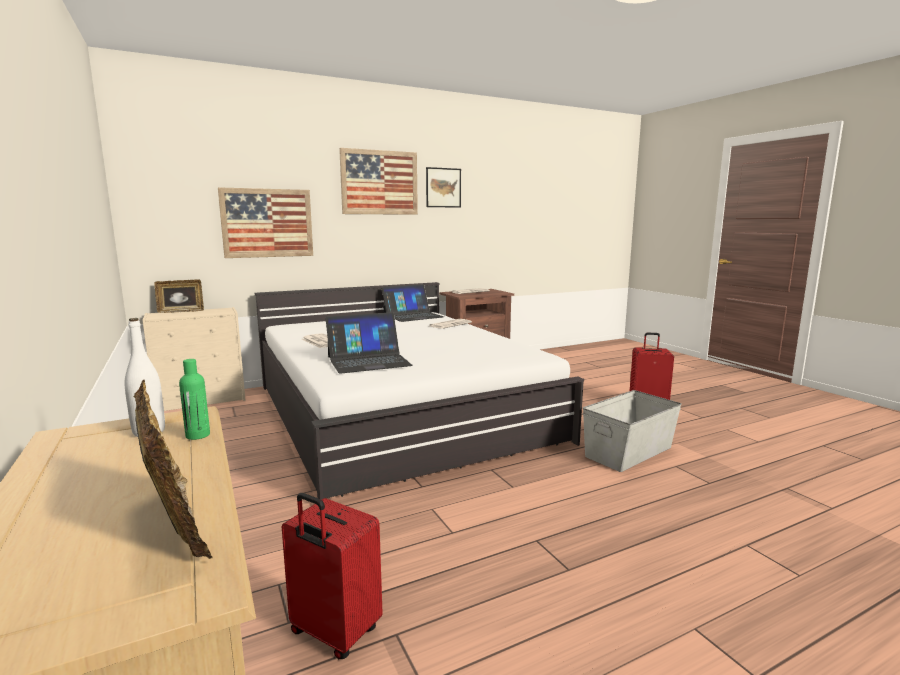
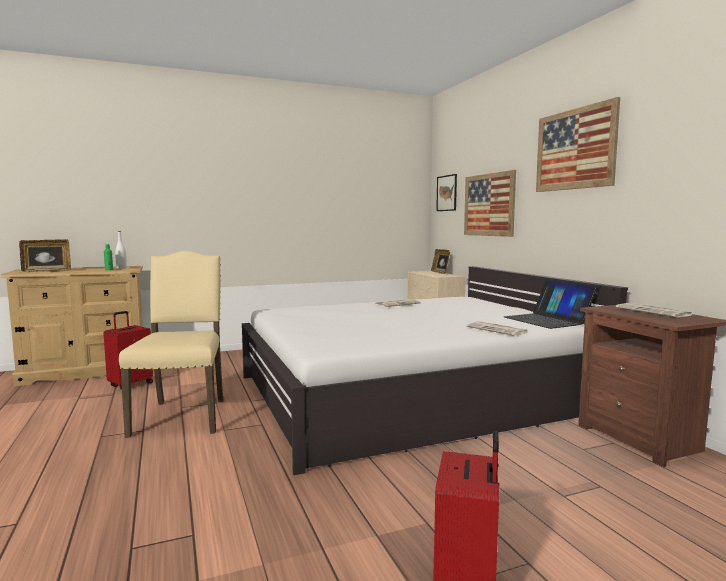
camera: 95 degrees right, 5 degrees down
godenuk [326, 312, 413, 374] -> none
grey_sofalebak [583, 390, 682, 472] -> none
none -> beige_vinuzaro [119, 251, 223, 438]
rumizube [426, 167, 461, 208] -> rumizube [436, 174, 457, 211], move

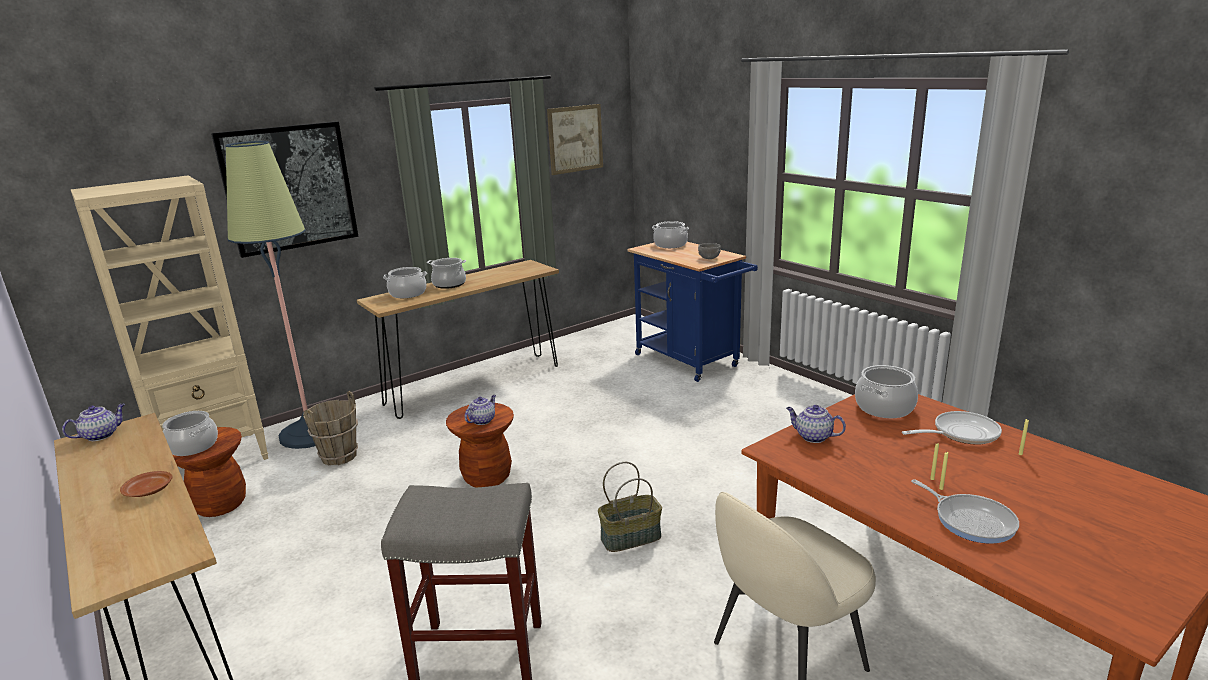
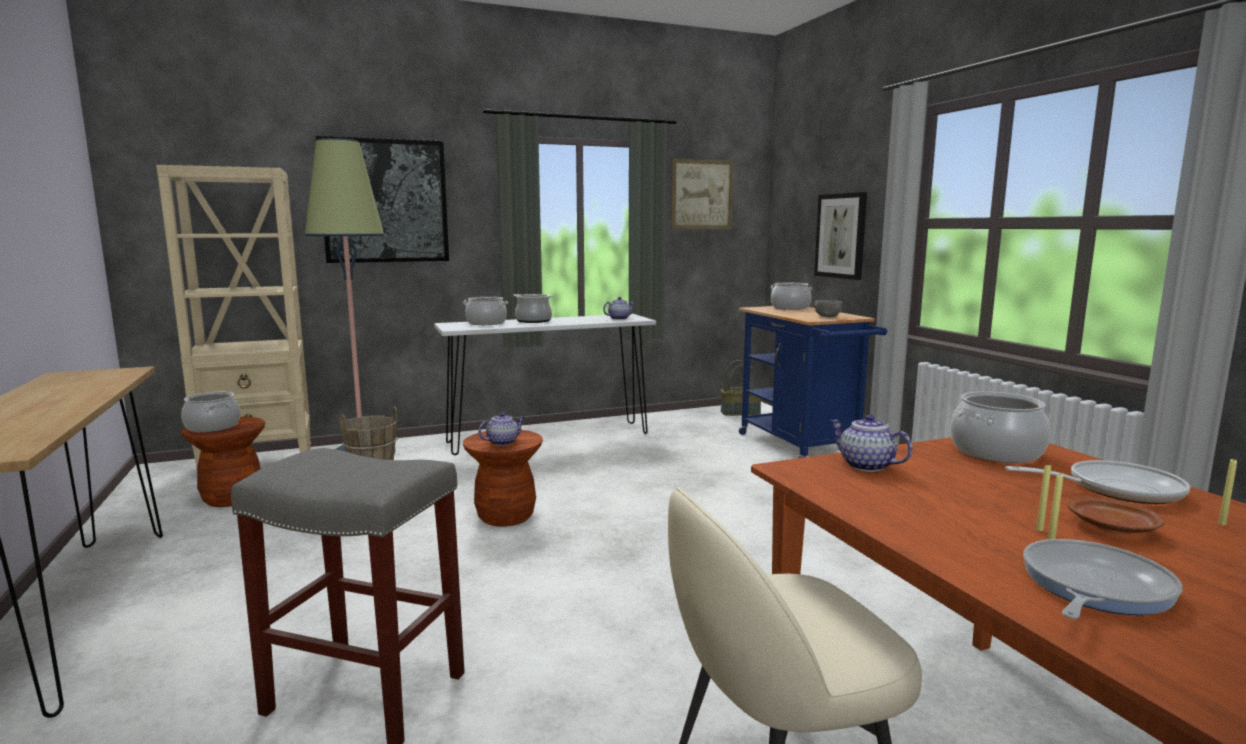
camera: 15 degrees right, 10 degrees down
none -> rumizube [814, 192, 867, 280]
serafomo [62, 404, 125, 441] -> serafomo [603, 297, 634, 320], move
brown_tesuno [120, 471, 173, 497] -> brown_tesuno [1068, 497, 1164, 534], move
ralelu [598, 462, 662, 552] -> ralelu [720, 360, 761, 416], move
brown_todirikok [357, 260, 559, 419] -> white_todirikok [434, 314, 656, 455]
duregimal [911, 479, 1019, 544] -> duregimal [1023, 539, 1182, 619], 120 degrees counterclockwise

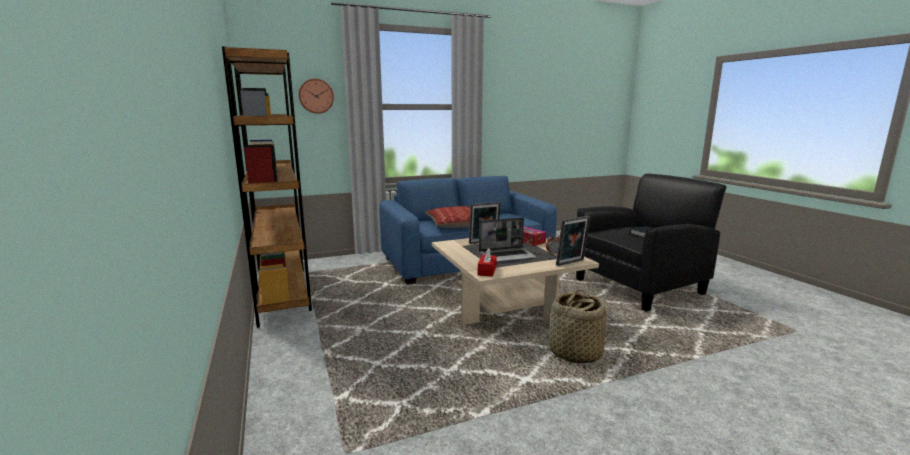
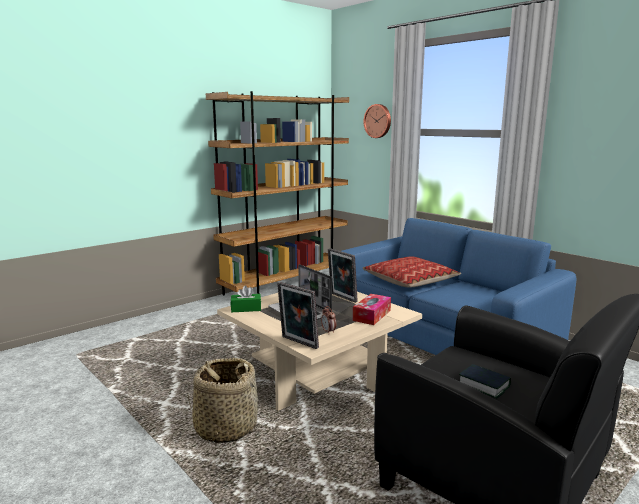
camera: 70 degrees right, 0 degrees up
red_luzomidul [478, 248, 497, 277] -> green_luzomidul [231, 285, 261, 312]

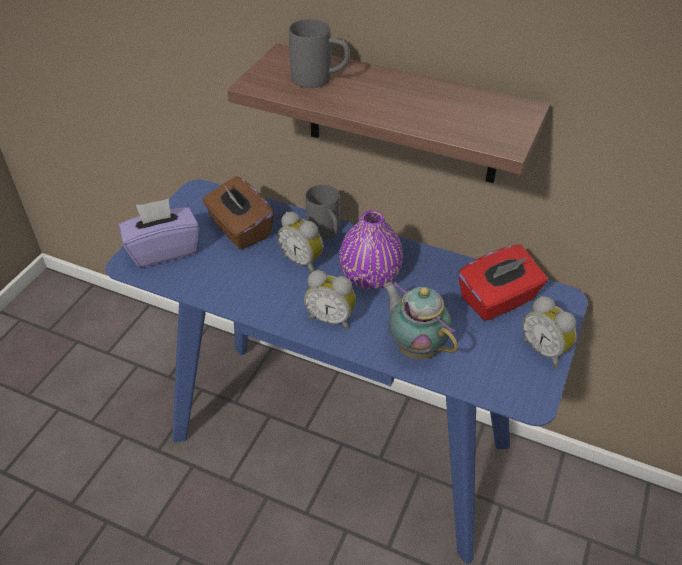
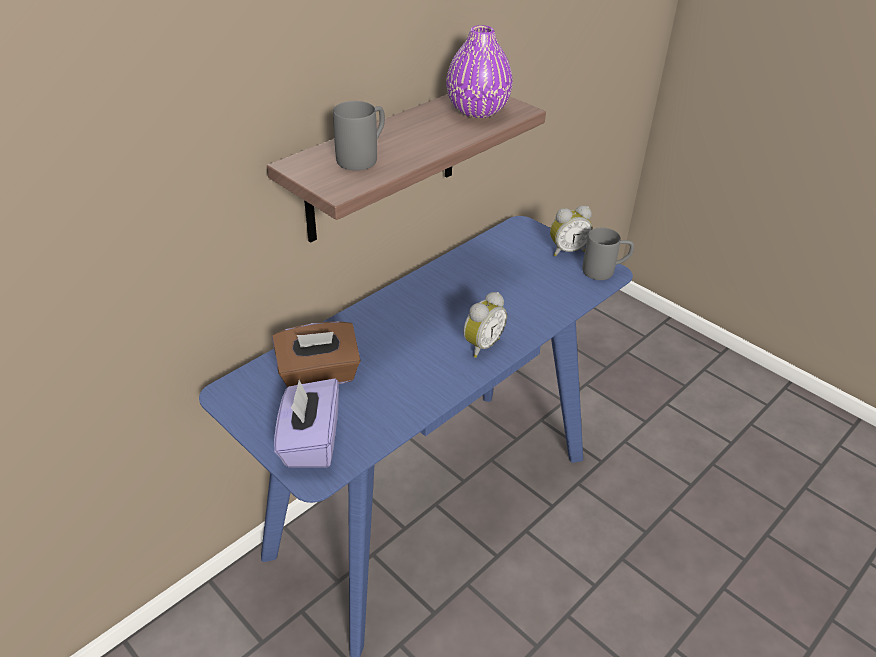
camera: 70 degrees left, 5 degrees down
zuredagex [278, 212, 323, 273] -> none
serafomo [383, 281, 458, 359] -> none
red_luzomidul [458, 245, 548, 321] -> none
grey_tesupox [305, 184, 340, 239] -> grey_tesupox [582, 228, 634, 280], move
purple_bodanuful [339, 210, 403, 289] -> purple_bodanuful [446, 25, 513, 118], move

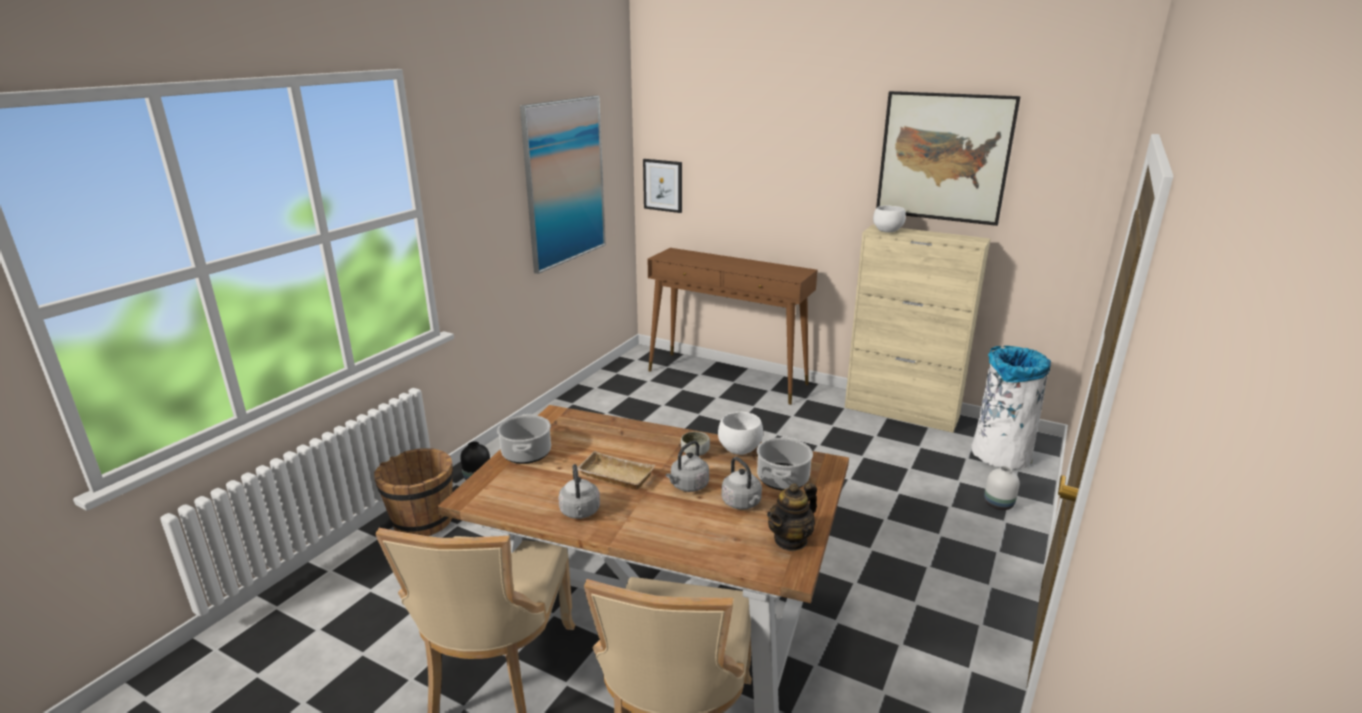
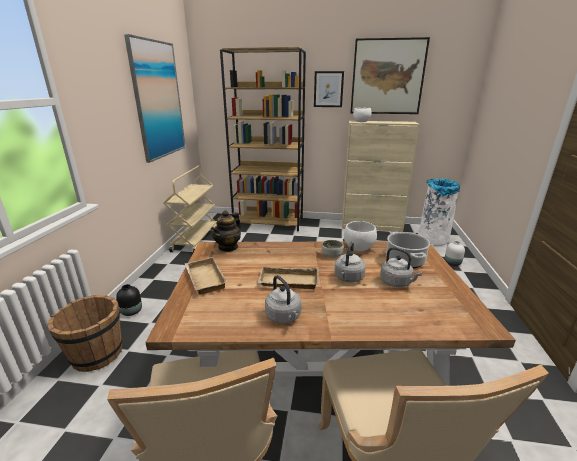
camera: 20 degrees left, 0 degrees up
none -> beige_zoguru [163, 166, 217, 252]
rumizube [643, 159, 682, 213] -> rumizube [314, 71, 344, 107], move
serafomo [767, 483, 817, 551] -> serafomo [211, 210, 241, 252], move
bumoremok [497, 414, 551, 464] -> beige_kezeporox [185, 257, 228, 295]
brown_todirikok [648, 248, 817, 405] -> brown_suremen [220, 47, 306, 231]

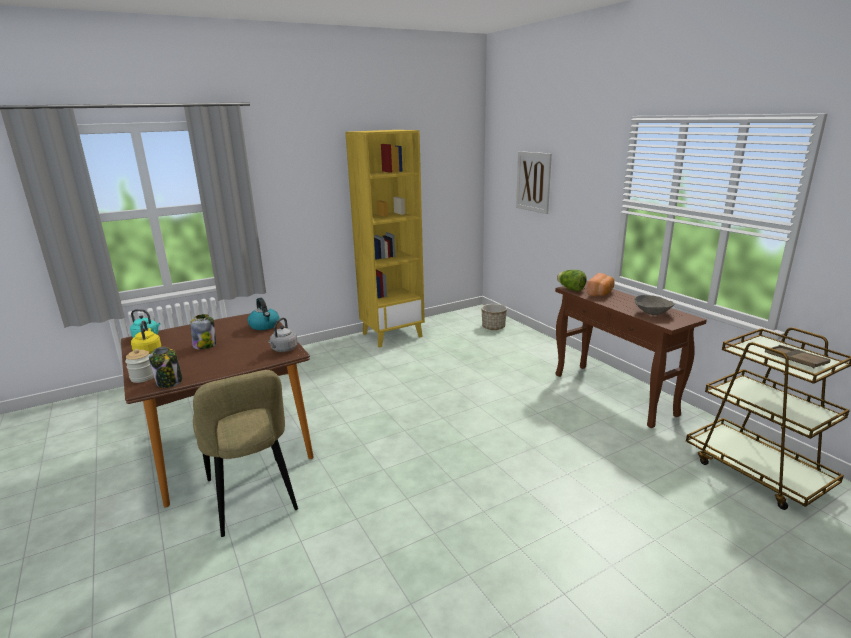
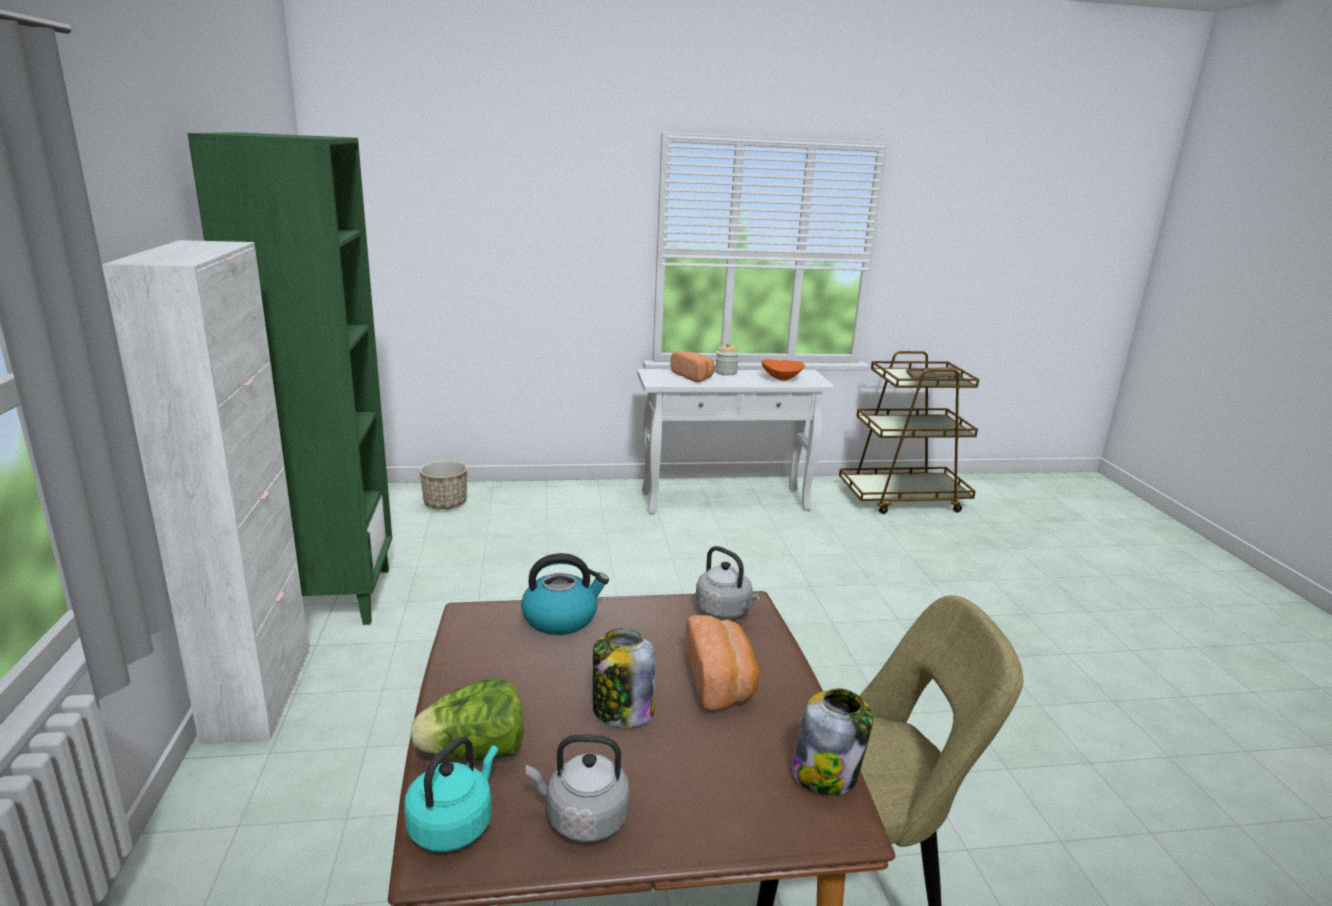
camera: 70 degrees left, 0 degrees up
rumizube [516, 151, 552, 214] -> none
none -> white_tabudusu [102, 240, 309, 744]
none -> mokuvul [685, 615, 759, 711]
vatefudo [125, 349, 154, 383] -> vatefudo [715, 343, 739, 375], move
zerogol [557, 270, 587, 292] -> zerogol [411, 678, 524, 761], move
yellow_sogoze [131, 320, 161, 354] -> grey_sogoze [526, 734, 630, 842]
yellow_suremen [345, 130, 425, 348] -> green_suremen [187, 132, 392, 625]
brown_todirikok [555, 281, 707, 428] -> white_todirikok [637, 369, 835, 515]
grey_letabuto [634, 295, 675, 315] -> orange_letabuto [761, 359, 805, 381]

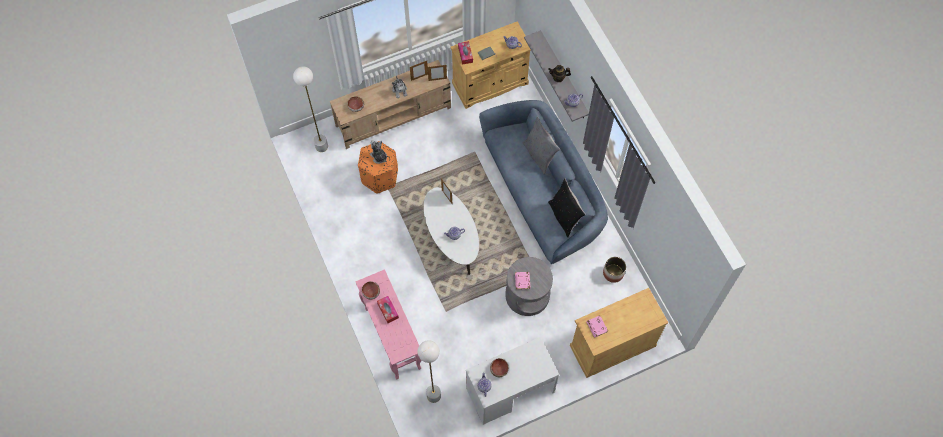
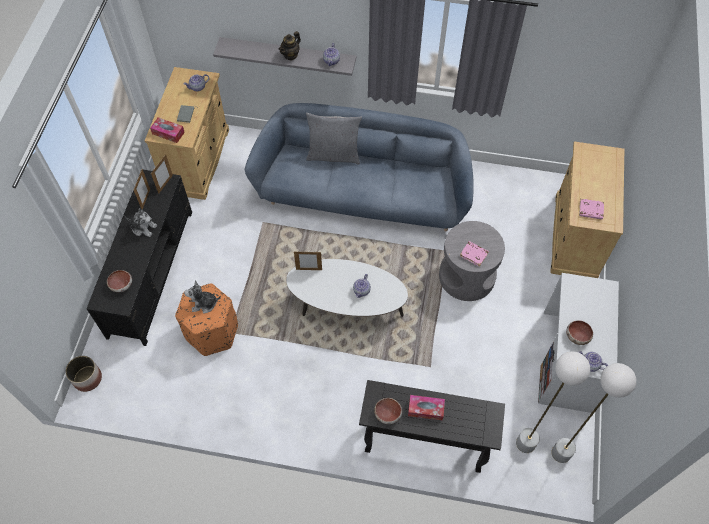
camera: 55 degrees left, 5 degrees down
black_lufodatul [548, 179, 586, 238] -> none
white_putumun [293, 66, 328, 152] -> white_putumun [551, 363, 636, 463], move
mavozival [603, 257, 626, 283] -> mavozival [65, 356, 102, 392], move
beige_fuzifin [330, 60, 451, 149] -> black_fuzifin [86, 170, 192, 346]
pink_todirikok [355, 269, 421, 380] -> black_todirikok [359, 380, 505, 473]

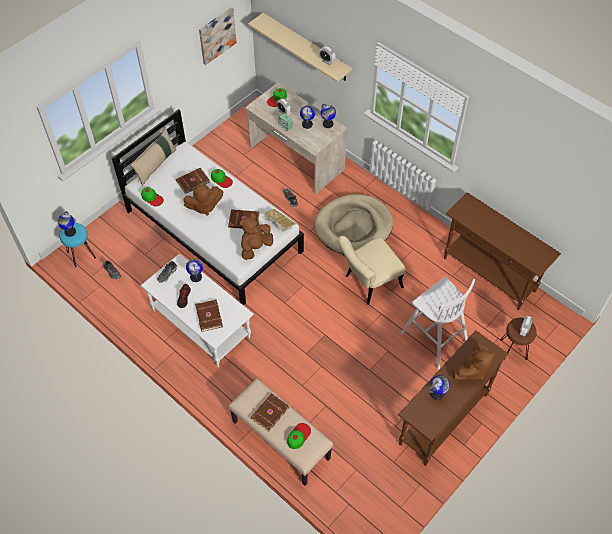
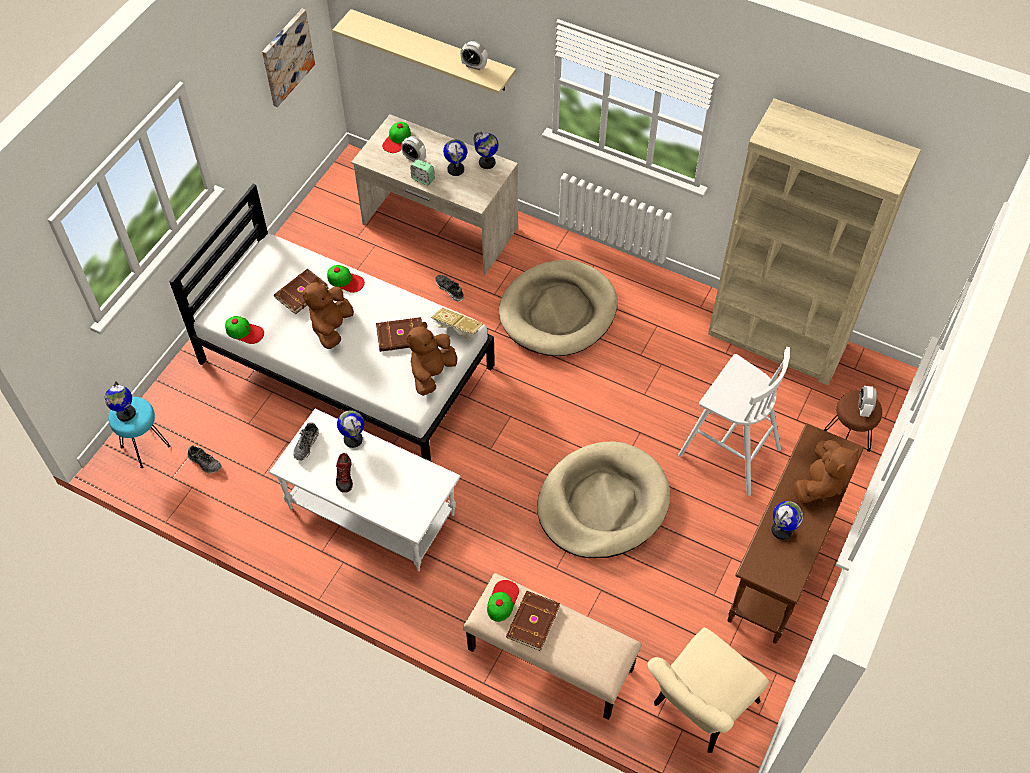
camera: 15 degrees left, 0 degrees up
beige_lufodatul [130, 128, 176, 186] -> none
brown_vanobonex [195, 300, 223, 332] -> none
none -> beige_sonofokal [537, 441, 670, 558]
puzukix [287, 423, 311, 449] -> puzukix [487, 580, 519, 622], move
beige_vinuzaro [338, 236, 406, 305] -> beige_vinuzaro [647, 628, 769, 753], move
brown_todirikok [444, 192, 561, 310] -> beige_suremen [708, 98, 921, 385]
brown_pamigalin [183, 184, 223, 216] -> brown_pamigalin [303, 278, 354, 349], 135 degrees clockwise

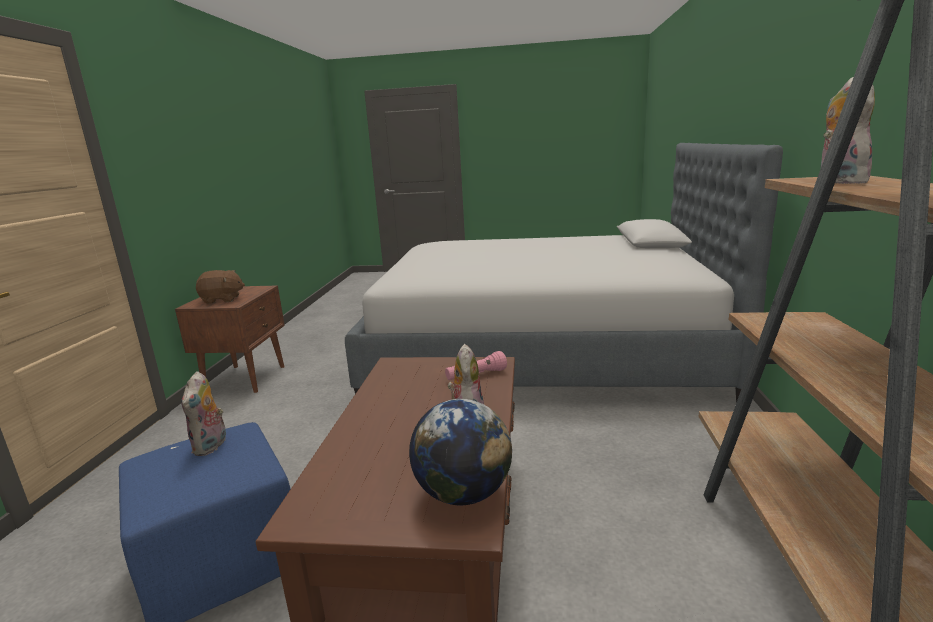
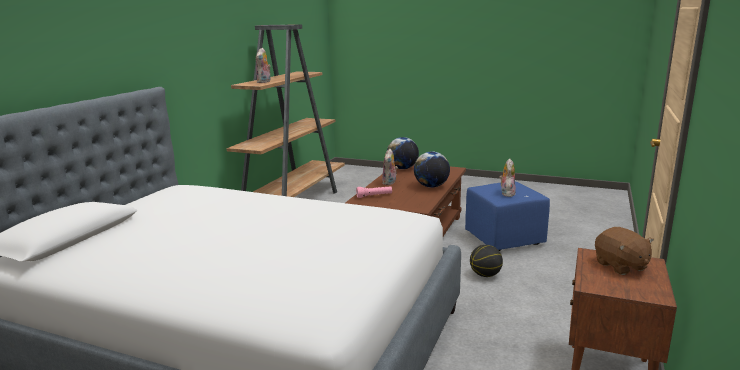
camera: 165 degrees left, 0 degrees up
none -> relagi [414, 152, 450, 188]
none -> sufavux [470, 245, 503, 277]
brown_pamigalin [196, 270, 245, 304] -> brown_pamigalin [595, 227, 654, 275], 120 degrees counterclockwise

